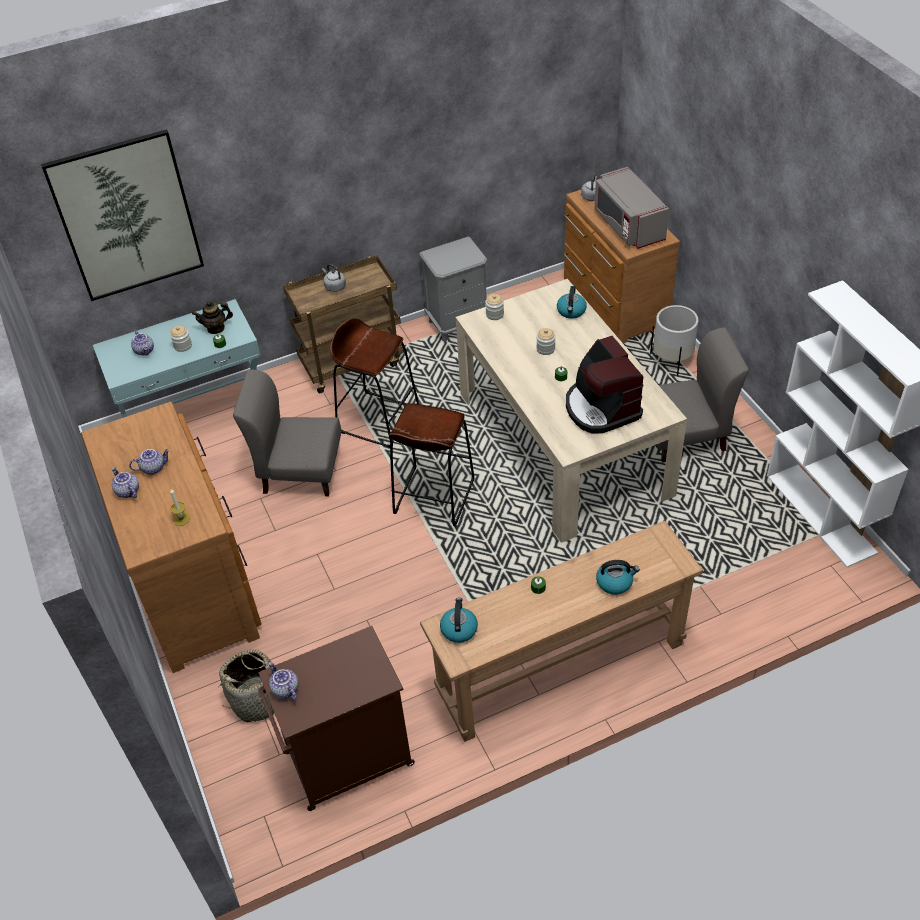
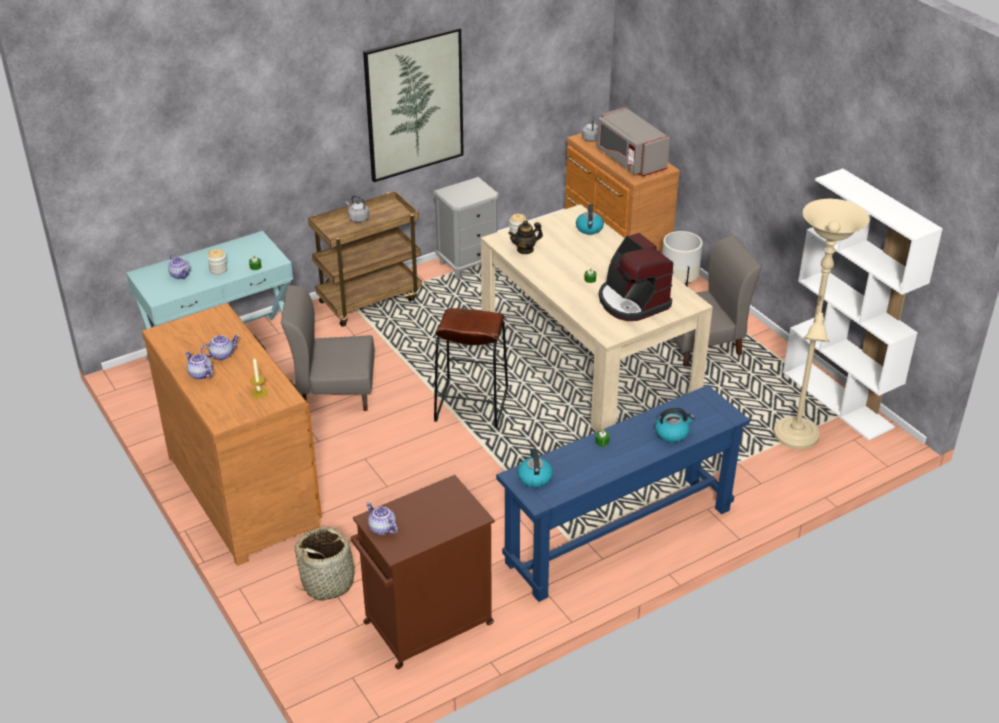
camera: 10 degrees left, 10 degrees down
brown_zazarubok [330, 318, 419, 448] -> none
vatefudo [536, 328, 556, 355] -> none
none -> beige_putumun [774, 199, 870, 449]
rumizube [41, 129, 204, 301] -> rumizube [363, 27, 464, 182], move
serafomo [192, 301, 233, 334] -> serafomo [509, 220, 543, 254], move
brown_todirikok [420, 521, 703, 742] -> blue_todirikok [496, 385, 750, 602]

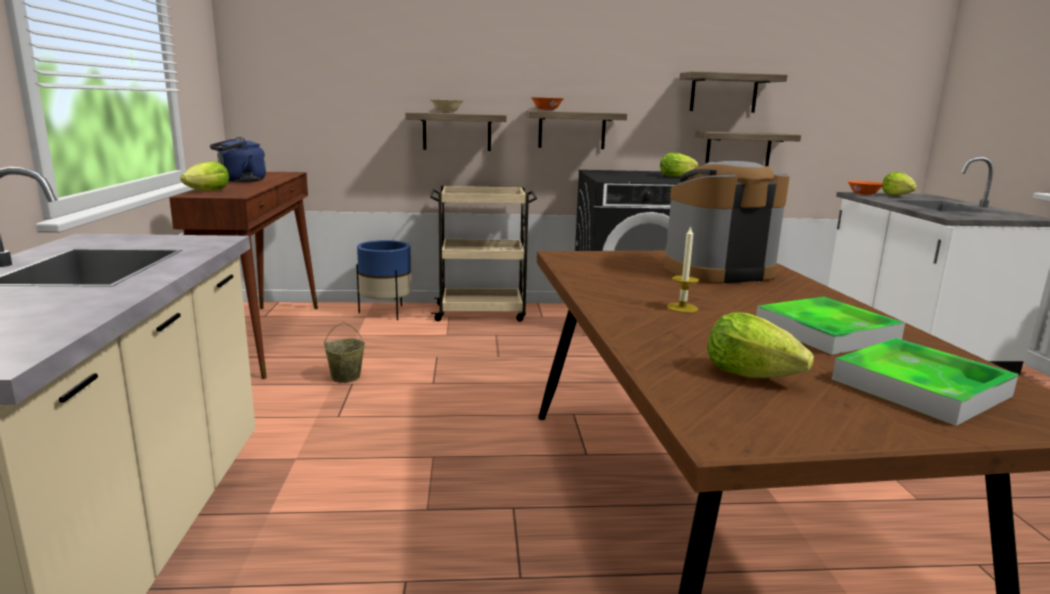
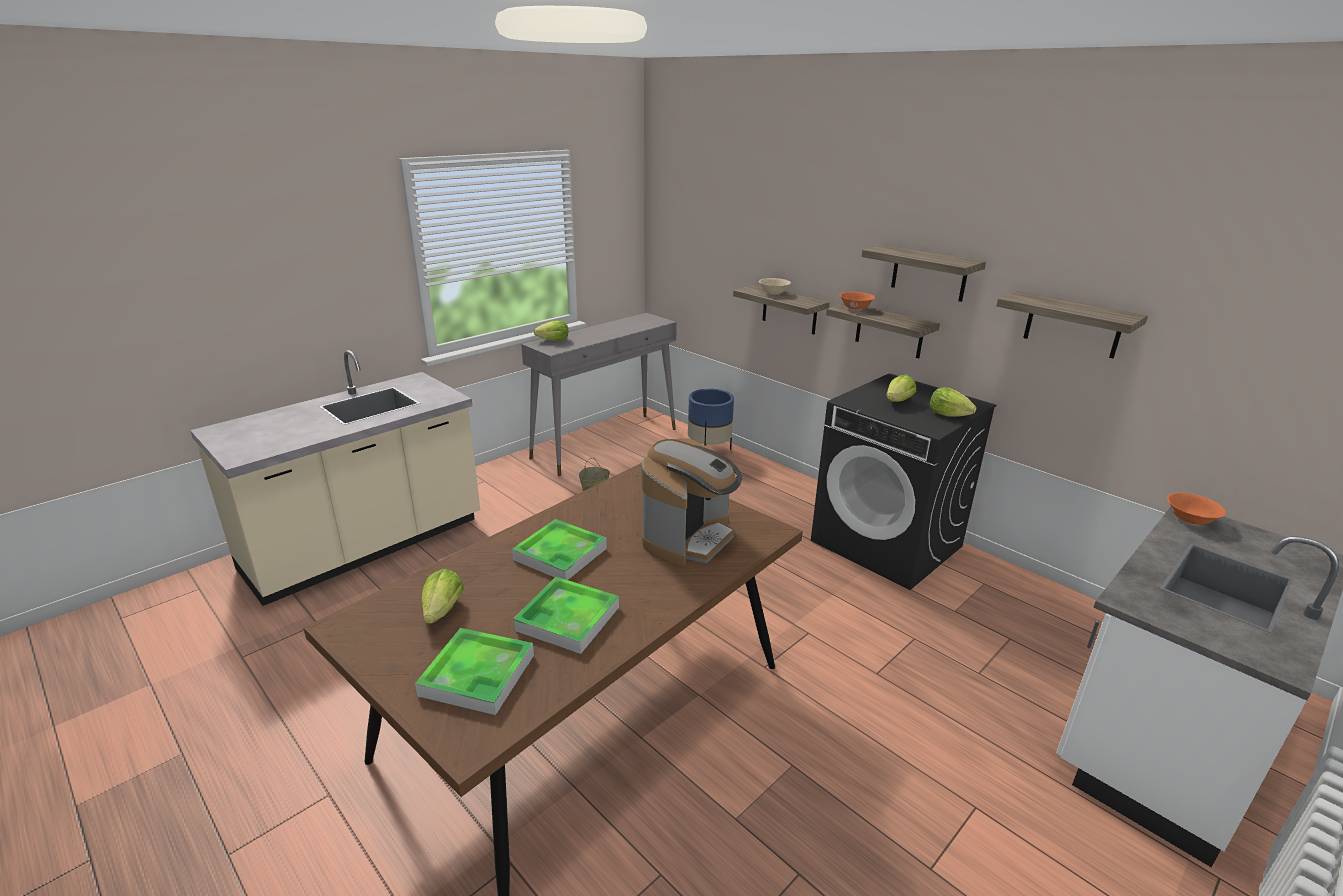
camera: 50 degrees right, 10 degrees up
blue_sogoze [210, 137, 266, 182] -> none
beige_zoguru [430, 186, 537, 322] -> none
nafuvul [695, 131, 801, 166] -> nafuvul [862, 245, 986, 302], move
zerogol [882, 172, 917, 195] -> zerogol [887, 375, 916, 402], move
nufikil [667, 226, 699, 313] -> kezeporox [512, 519, 607, 580]
brown_todirikok [169, 171, 318, 379] -> grey_todirikok [521, 313, 677, 476]
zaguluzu [664, 161, 790, 284] -> zaguluzu [641, 438, 742, 566], 90 degrees clockwise

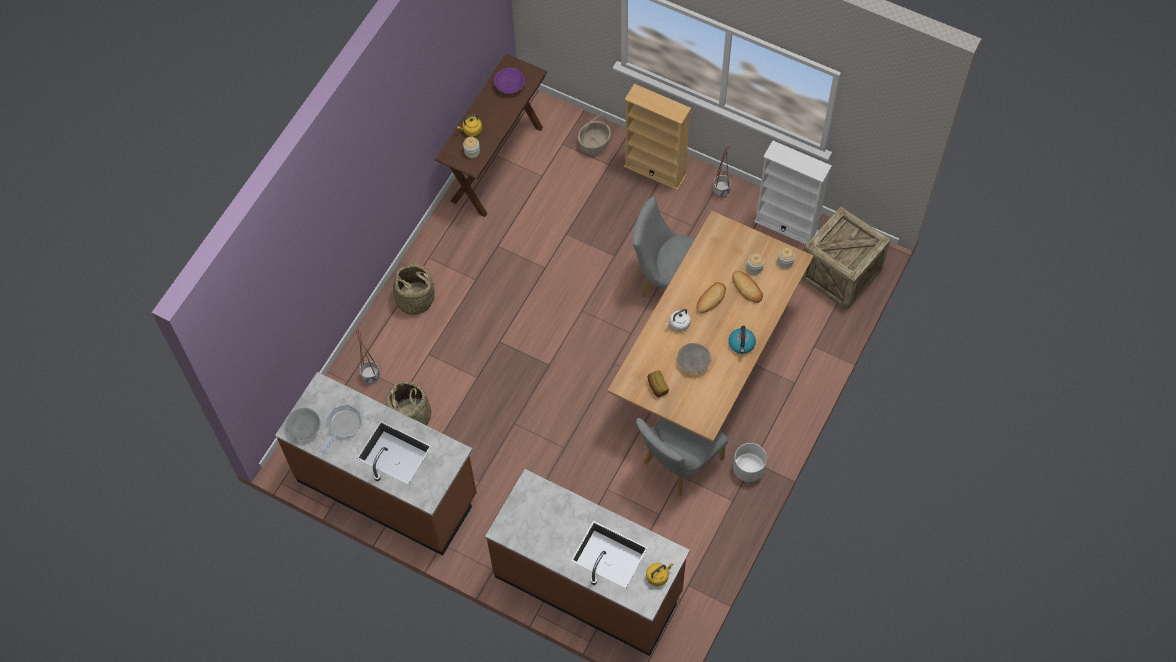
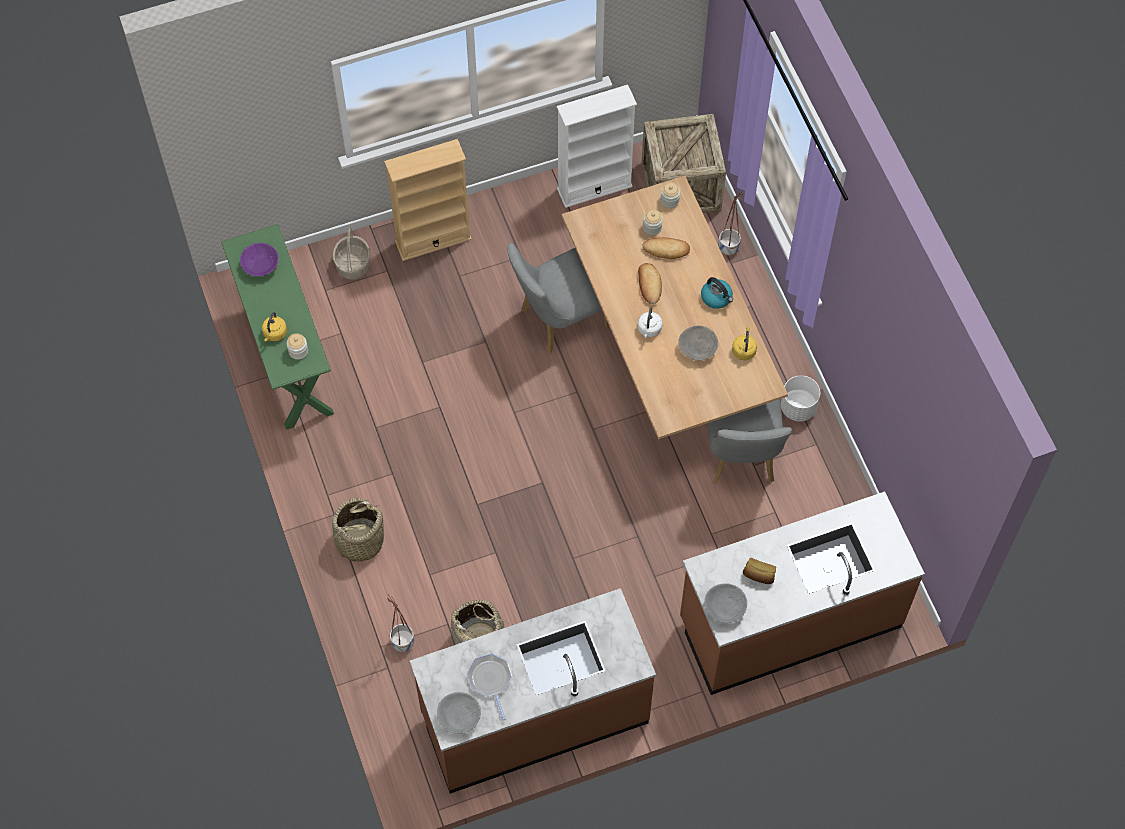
camera: 50 degrees left, 0 degrees up
none -> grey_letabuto [704, 583, 747, 623]
yellow_sogoze [646, 563, 674, 587] -> yellow_sogoze [732, 327, 757, 360], move
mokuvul [648, 370, 669, 397] -> mokuvul [743, 558, 776, 584], move
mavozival [713, 147, 731, 197] -> mavozival [718, 192, 743, 256], move
brown_todirikok [435, 54, 547, 217] -> green_todirikok [221, 224, 334, 430]

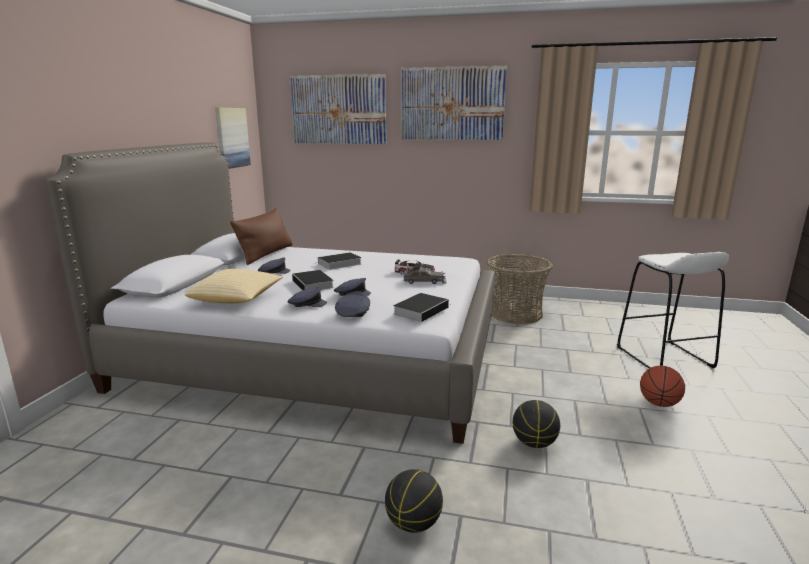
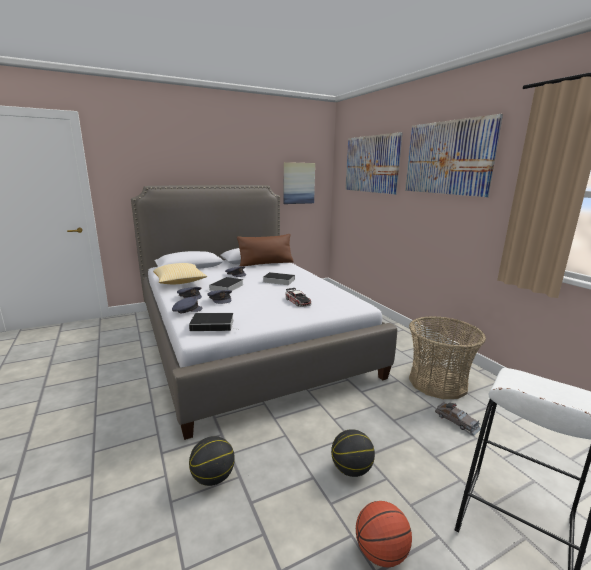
camera: 50 degrees right, 0 degrees up
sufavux [385, 469, 443, 533] -> sufavux [331, 429, 375, 477], move
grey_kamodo [404, 264, 447, 284] -> grey_kamodo [435, 402, 481, 435], move

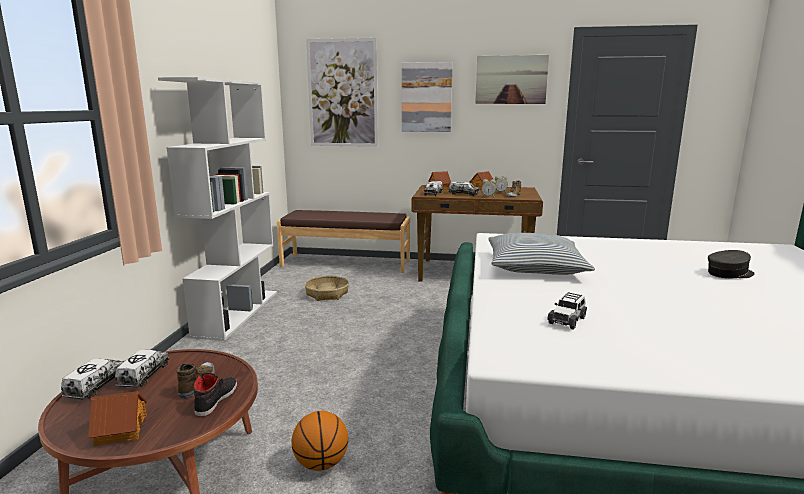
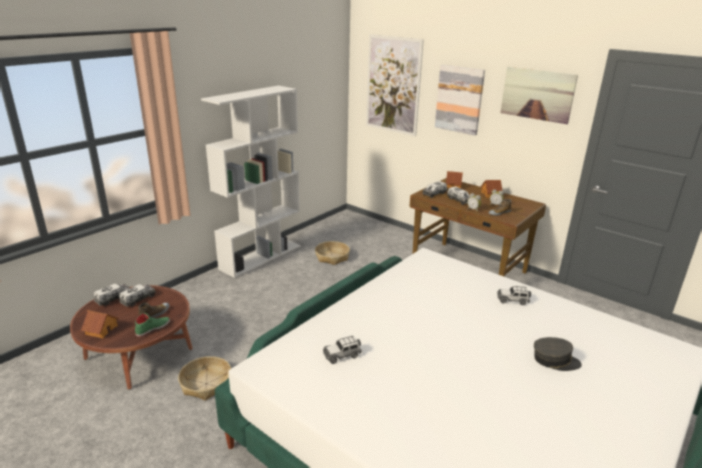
camera: 30 degrees right, 10 degrees up
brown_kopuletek [277, 210, 410, 273] -> none
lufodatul [488, 233, 595, 275] -> none
none -> kamodo [497, 286, 531, 305]
sufavux [292, 411, 348, 471] -> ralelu [178, 356, 231, 401]
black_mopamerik [193, 373, 237, 417] -> green_mopamerik [135, 313, 170, 337]

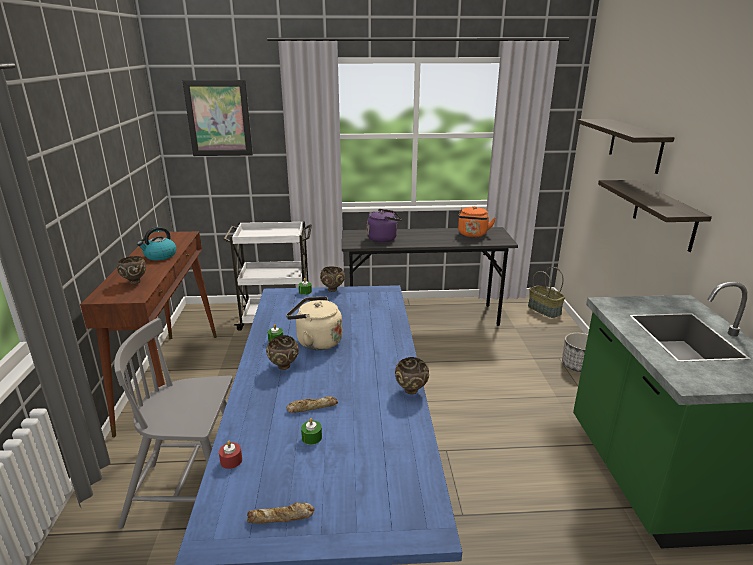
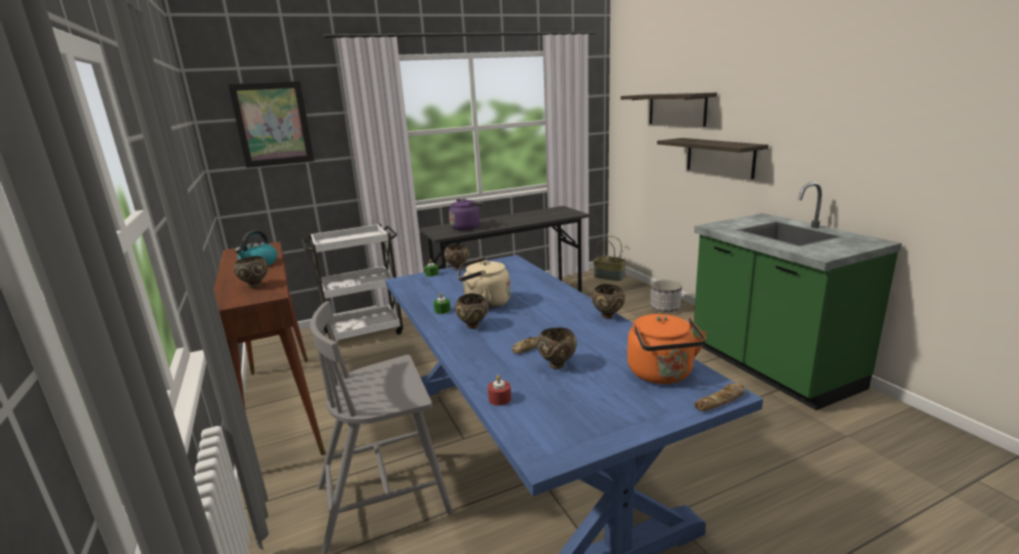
camera: 20 degrees left, 5 degrees down
mokuvul [247, 502, 315, 523] -> mokuvul [694, 383, 745, 411], move
orange_sogoze [458, 206, 496, 237] -> orange_sogoze [627, 314, 706, 384], move
green_nufikil [301, 418, 322, 445] -> brown_letabuto [537, 328, 577, 369]

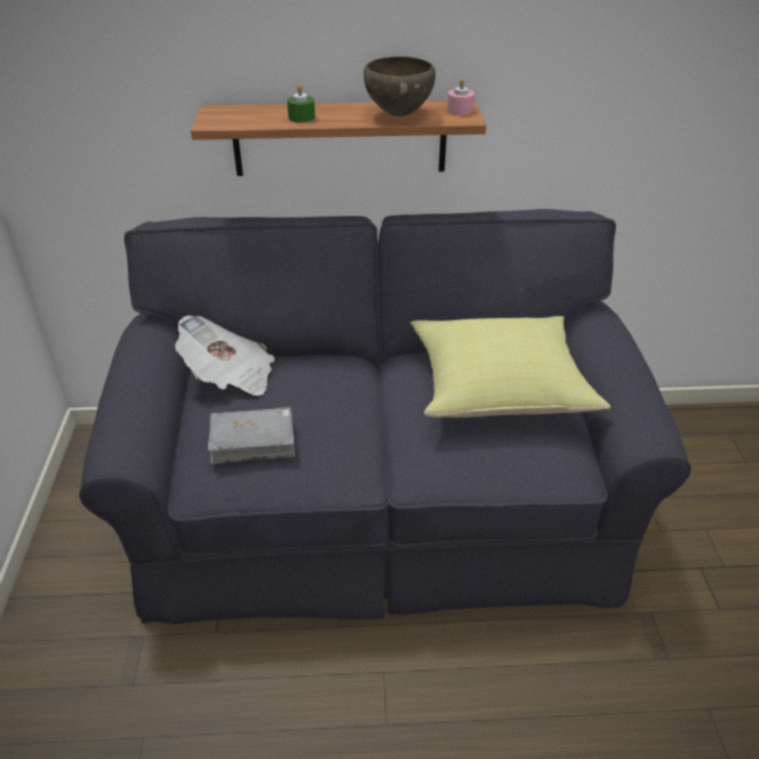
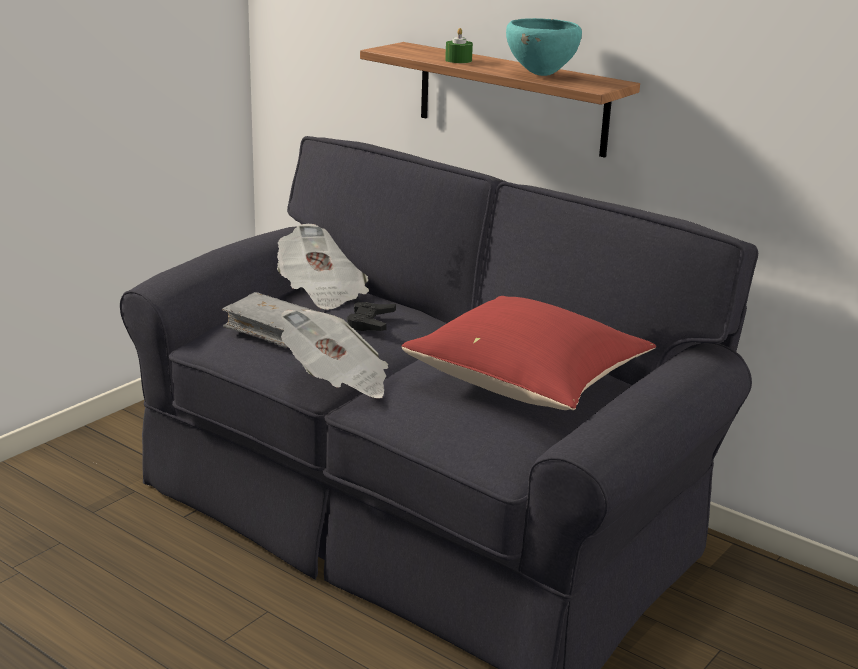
camera: 40 degrees right, 15 degrees down
pink_nufikil [447, 78, 475, 115] -> none
none -> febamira [281, 310, 388, 398]
none -> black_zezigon [347, 302, 396, 331]
brown_letabuto [364, 56, 436, 117] -> turquoise_letabuto [506, 18, 582, 76]
yellow_lufodatul [410, 316, 611, 418] -> red_lufodatul [402, 296, 656, 410]

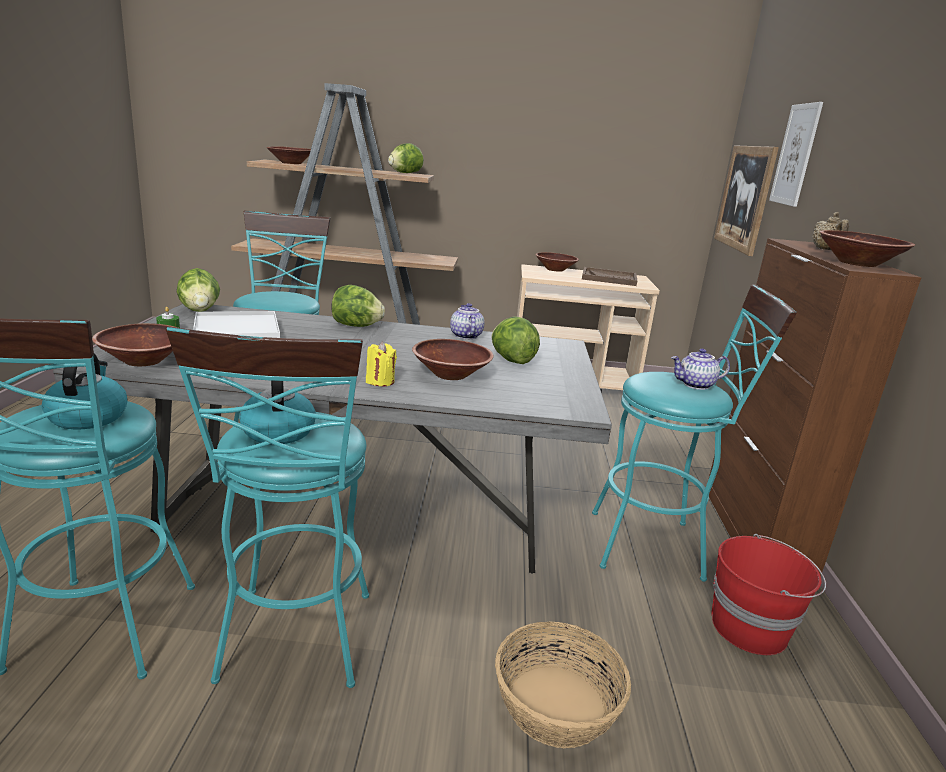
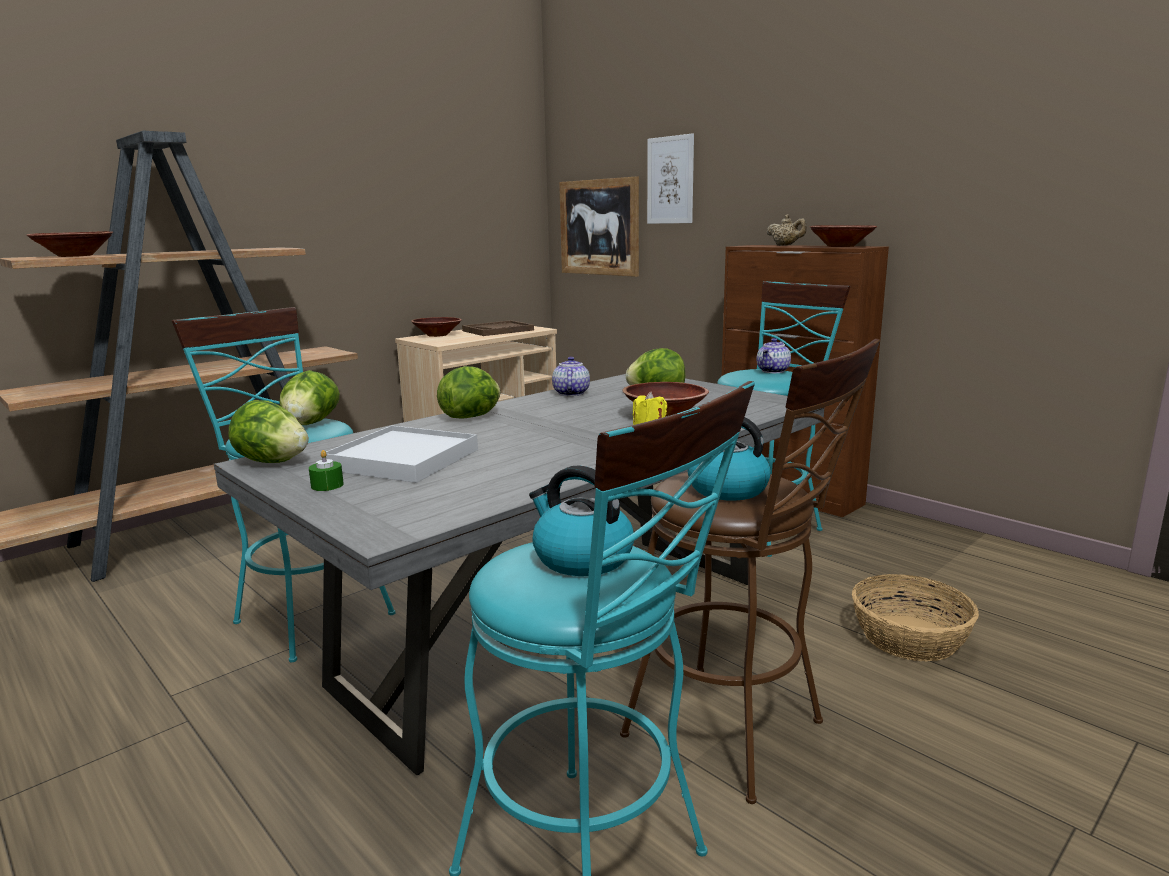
camera: 45 degrees left, 5 degrees down
brown_letabuto [92, 323, 178, 366] -> none
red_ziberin [711, 534, 826, 655] -> none
zerogol [388, 143, 424, 173] -> zerogol [279, 370, 340, 425], move
turquoise_zazarubok [165, 327, 369, 688] -> brown_zazarubok [620, 339, 880, 804]
serafomo [450, 303, 485, 339] -> serafomo [552, 357, 590, 396], 60 degrees clockwise

